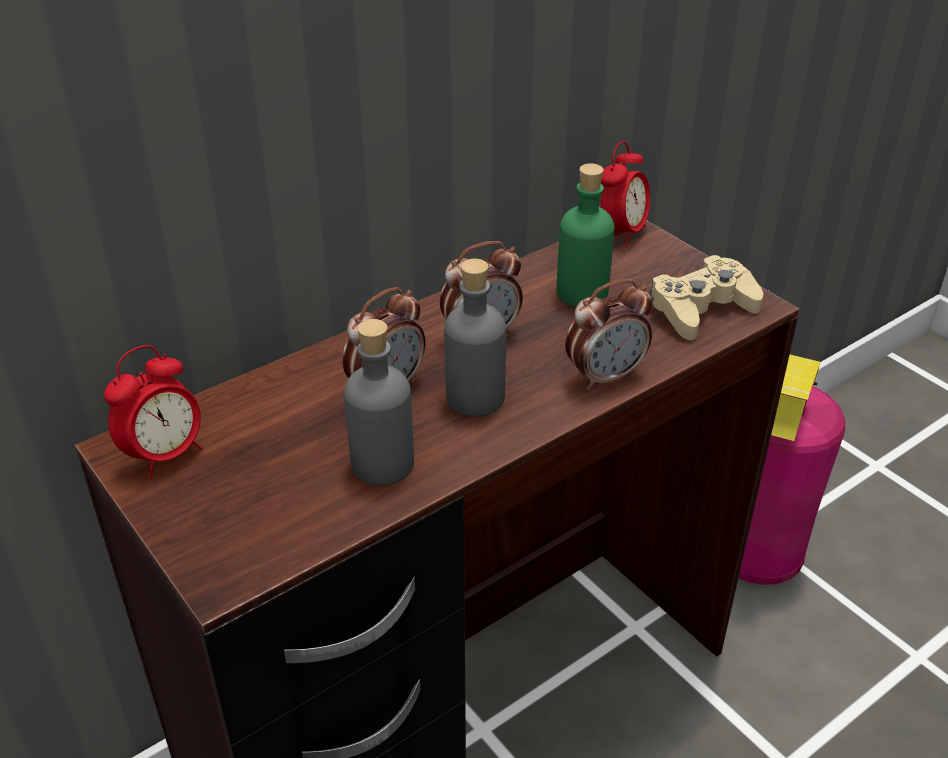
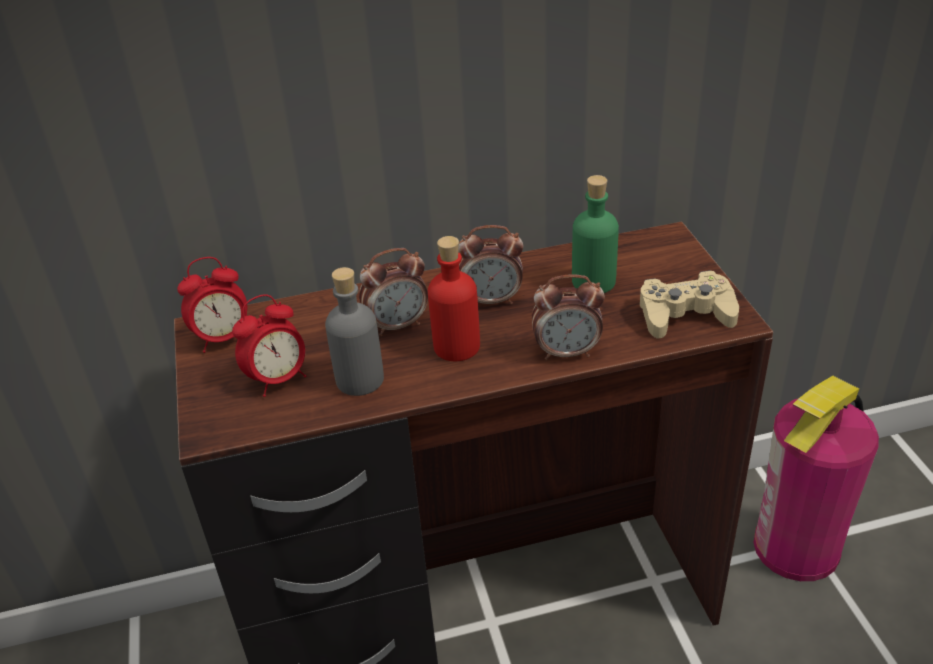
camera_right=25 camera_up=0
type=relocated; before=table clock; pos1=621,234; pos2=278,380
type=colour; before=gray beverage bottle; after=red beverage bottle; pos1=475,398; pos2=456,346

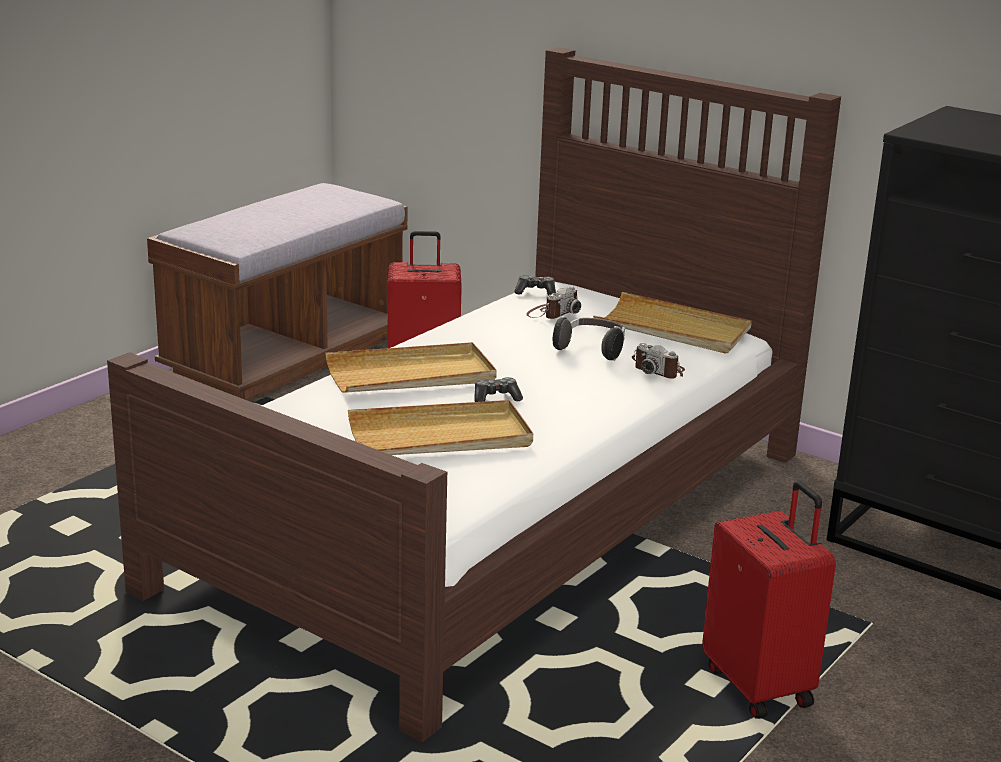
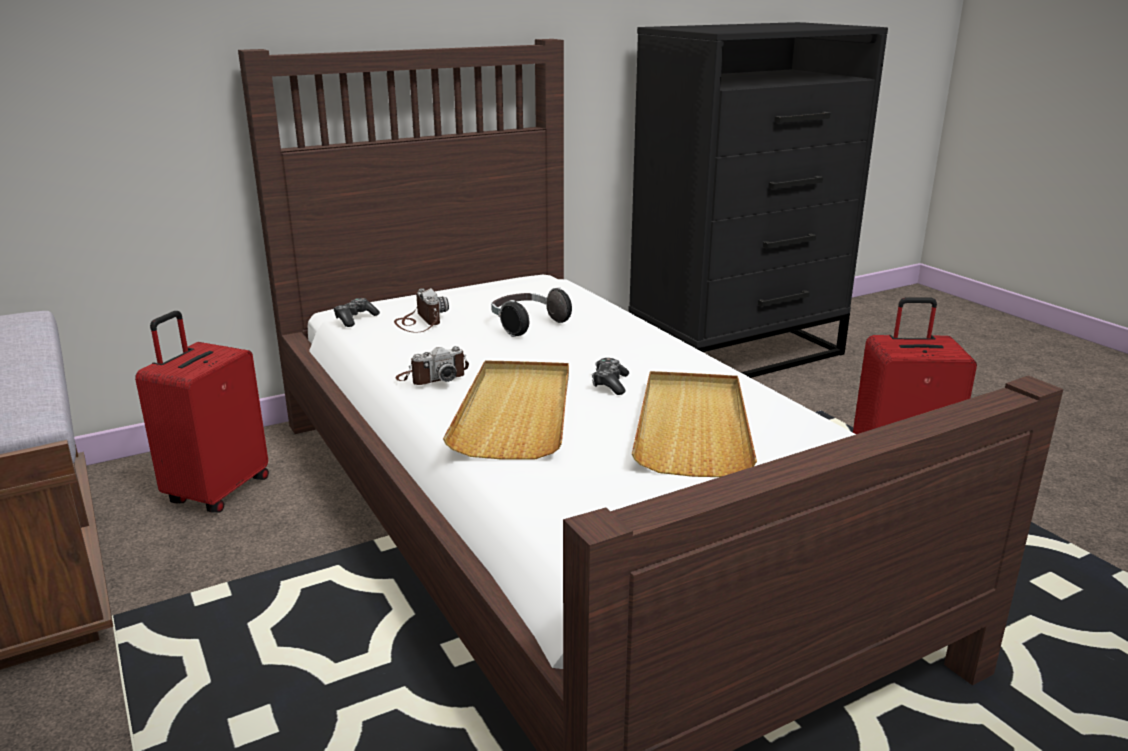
camera_right=-65 camera_up=0
type=missing; before=sand-coloured tray; pos1=673,329
type=relocated; before=photo camera; pos1=659,370; pos2=432,377

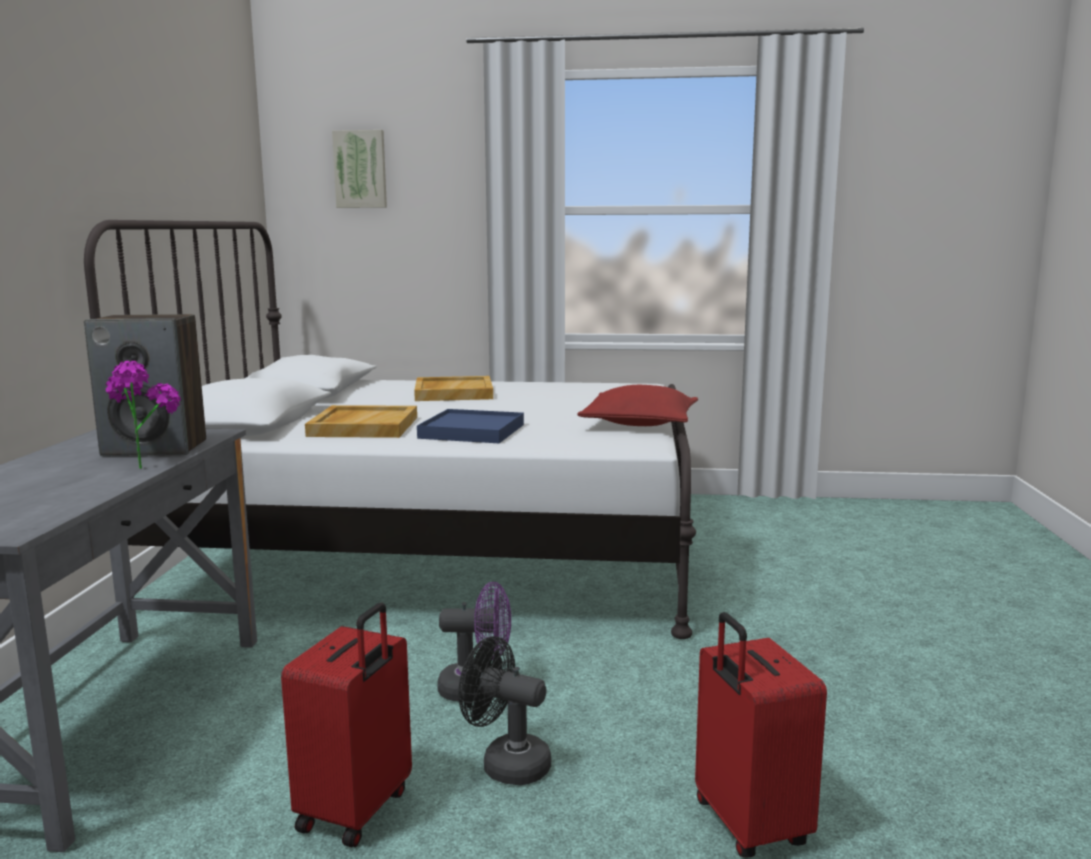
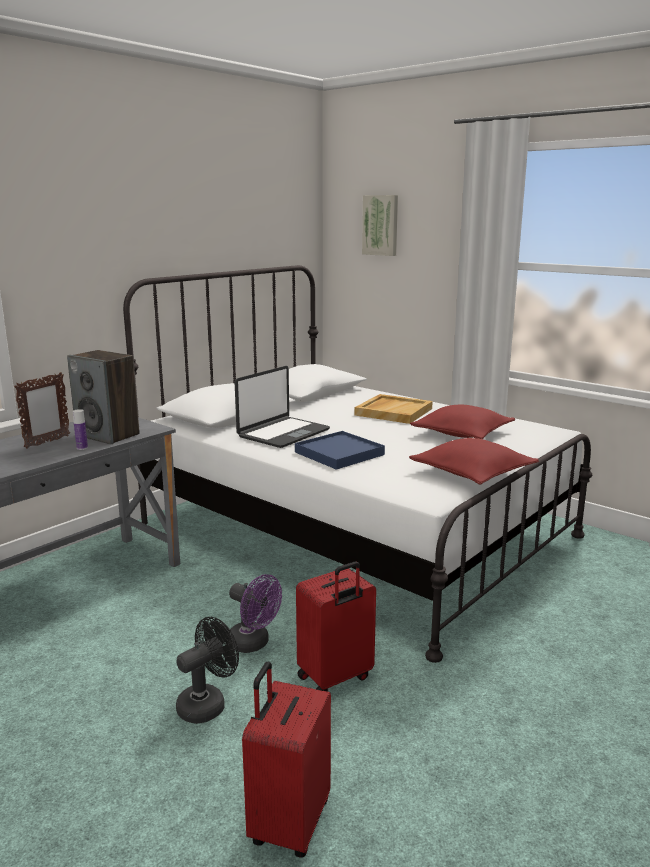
camera_right=35 camera_up=5
type=appeared; after=photo frame; pos2=47,442
type=appeared; after=red cushion; pos2=462,433
type=relocated; before=red piece of luggage; pos1=357,811; pos2=335,678
type=exchanged; before=houseplant; after=beverage bottle; pos1=146,465; pos2=82,448
type=exchanged; before=sand-coloured tray; after=notebook computer; pos1=363,426; pos2=283,433
type=spun; before=black-coloured electric fan; pos1=506,763; pos2=207,704; turn=75

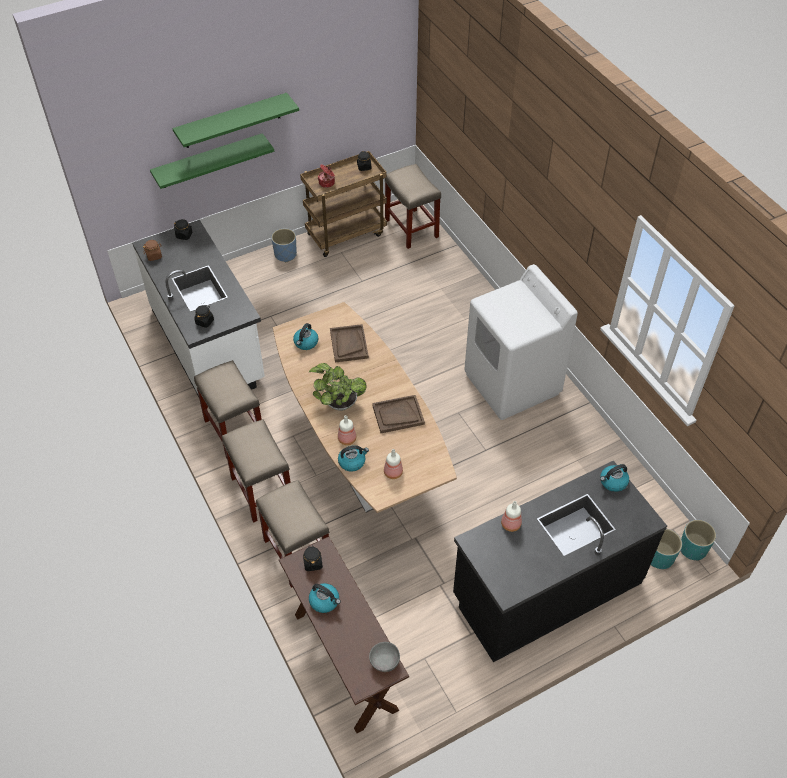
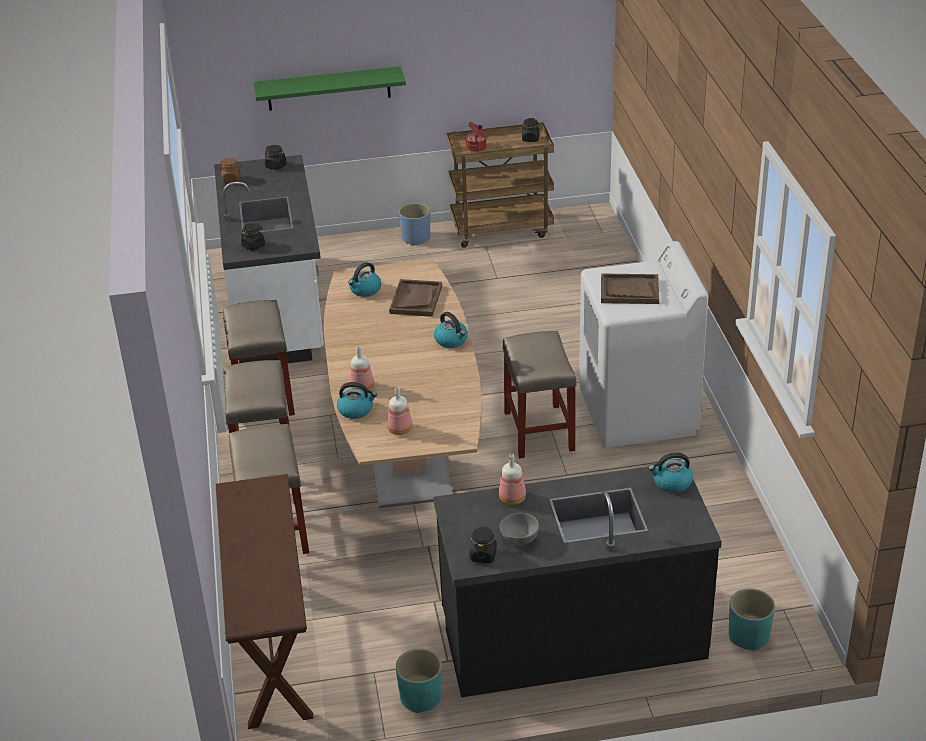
camera_right=20 camera_up=-15
type=missing; before=green-coloured wall shelf; pos1=232,121
type=missing; before=houseplant; pos1=338,403
type=relocated; before=black-coloured storage jar; pos1=313,563; pos2=483,555
type=relocated; before=kettle; pos1=325,601; pos2=451,340
type=relocated; before=gray deep dish; pos1=384,662; pos2=518,539
type=relocated; before=brown tray; pos1=398,415; pos2=629,291
type=relocated; before=sand-coloured stool seat; pos1=412,229; pos2=539,432
type=relocated; before=turquoise-coloured plant pot; pos1=693,549; pos2=420,698

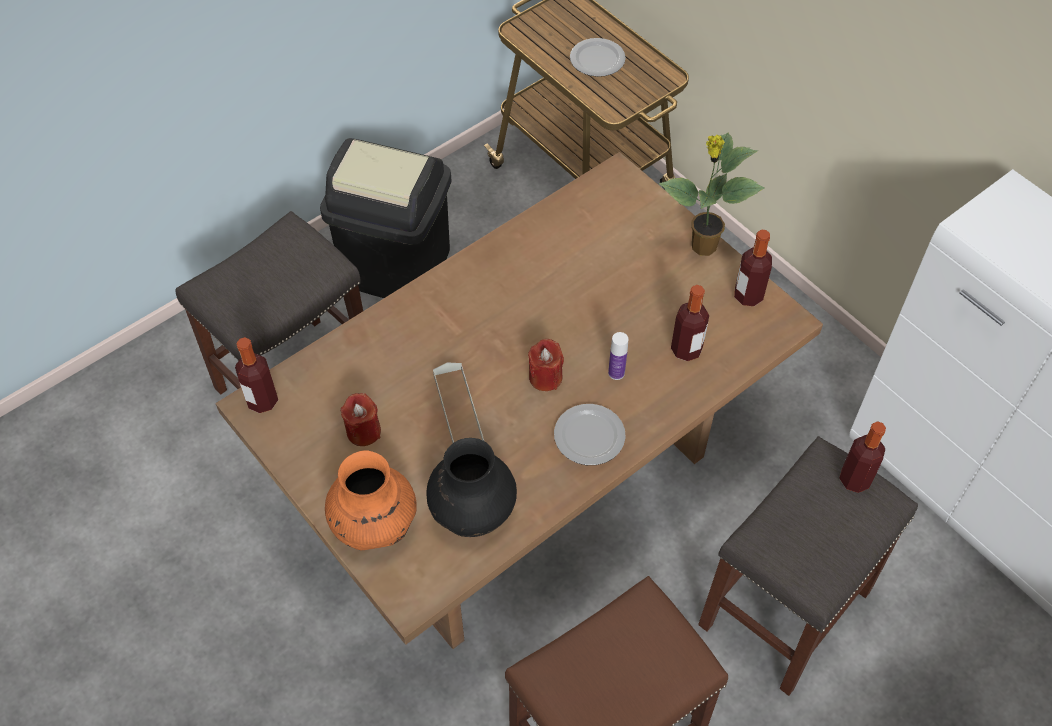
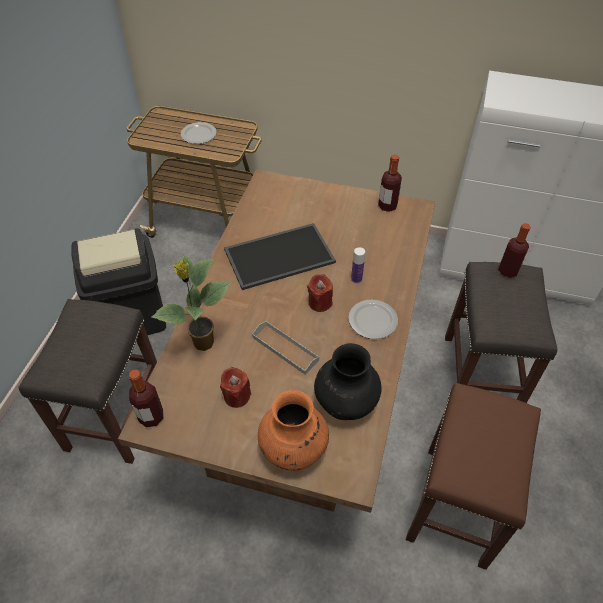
camera_right=-35 camera_up=-5
type=missing; before=beverage bottle; pos1=686,349
type=appeared; after=tray; pos2=280,255
type=relocated; before=houseplant; pos1=702,247; pos2=203,344

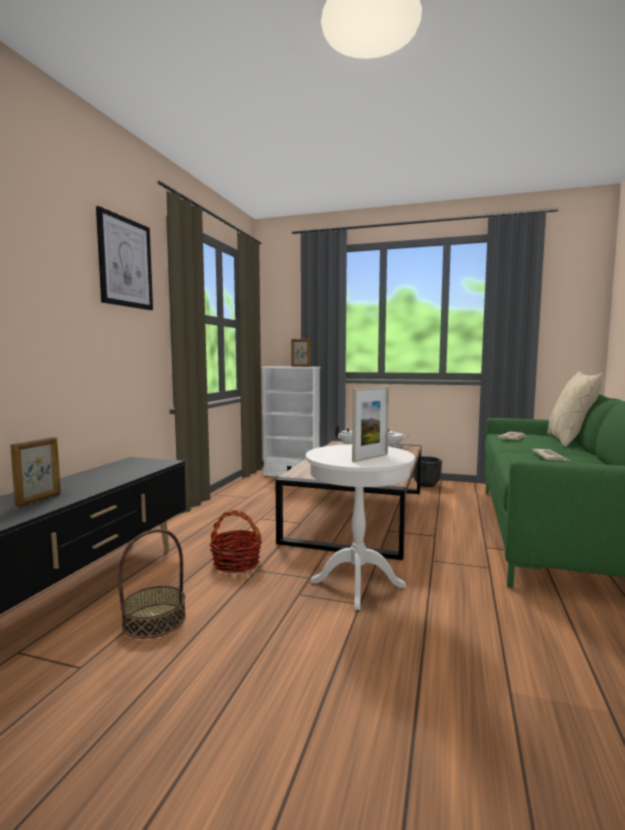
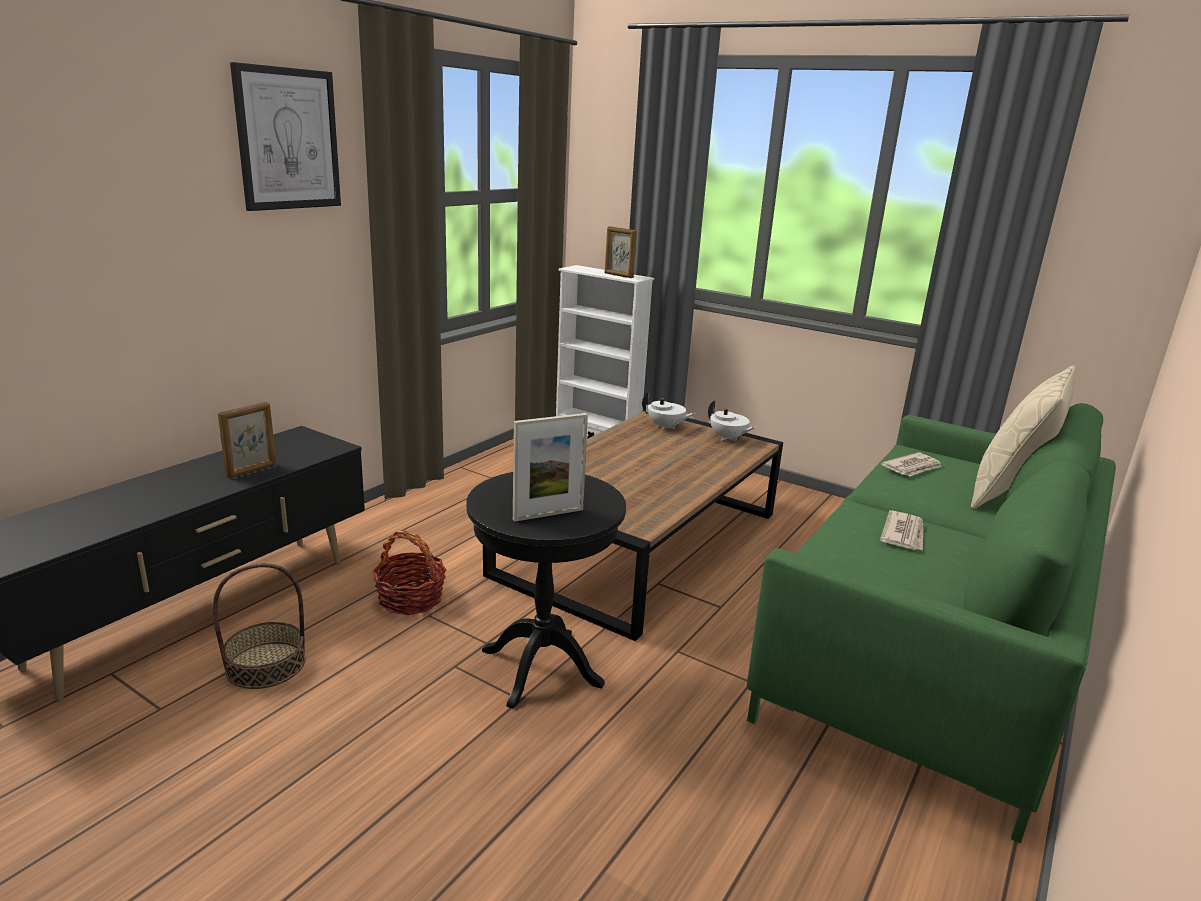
camera_right=15 camera_up=15
type=missing; before=black-coloured plant pot; pos1=426,484
type=relocated; before=photo frame; pos1=39,499; pos2=252,471
type=colour; before=white side table; after=black-coloured side table; pos1=357,584; pos2=541,667

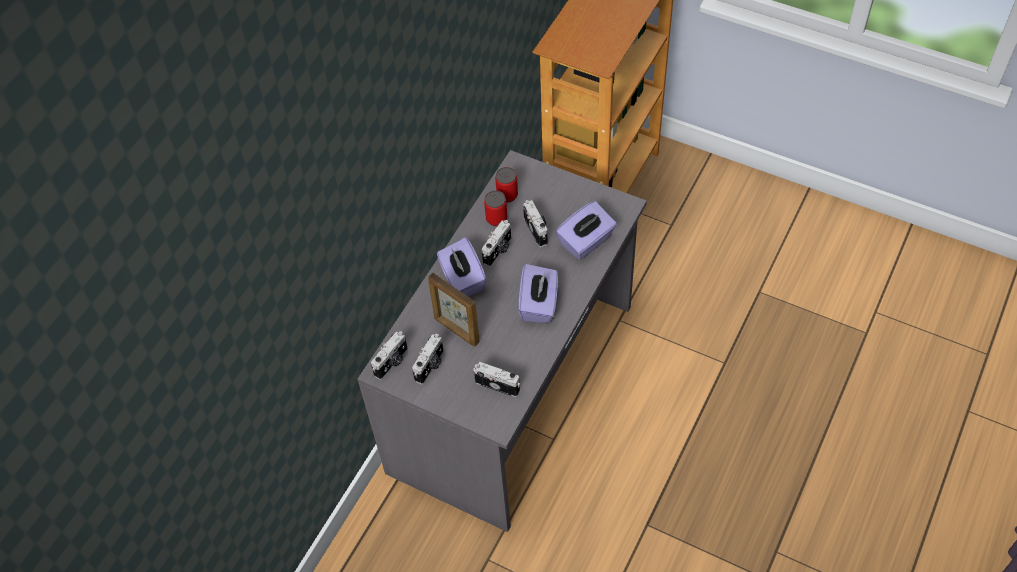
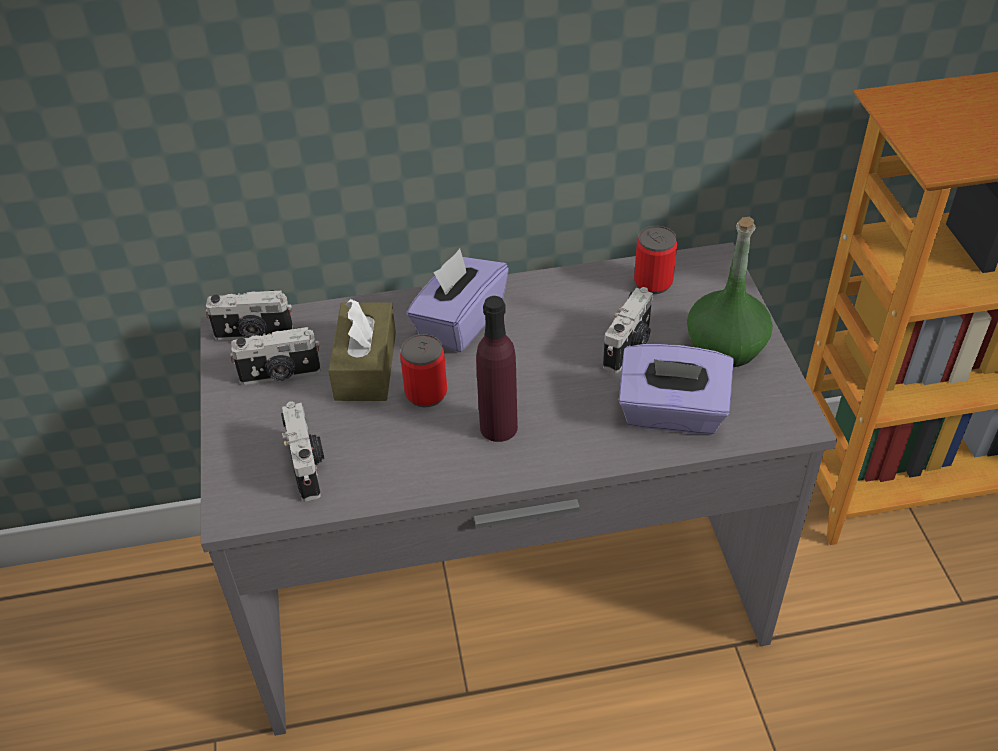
camera_right=50 camera_up=-10
type=missing; before=photo camera; pos1=498,251
type=appeared; after=green-coloured beverage bottle; pos2=725,346
type=relocated; before=can; pos1=496,218; pos2=426,393
type=exchanged; before=photo frame; after=brown tissue holder; pos1=456,330; pos2=365,366
type=exchanged; before=purple tissue holder; after=purple beverage bottle; pos1=539,304; pos2=498,427

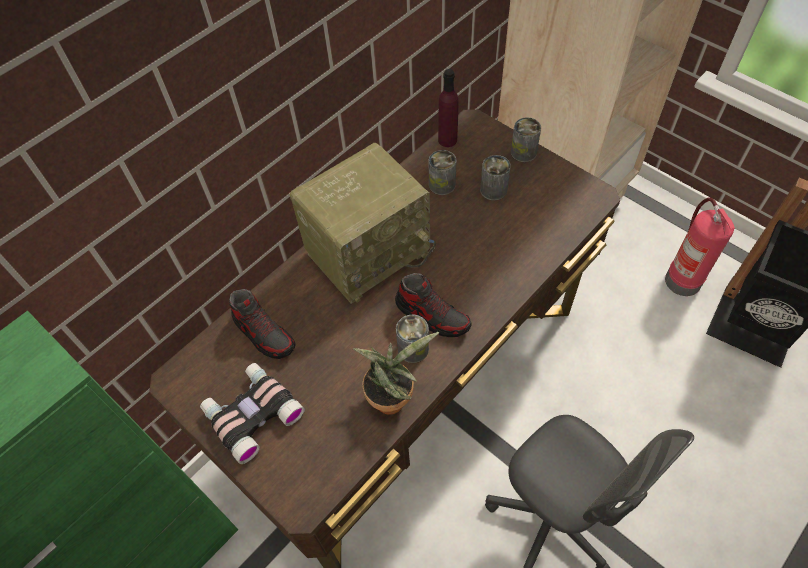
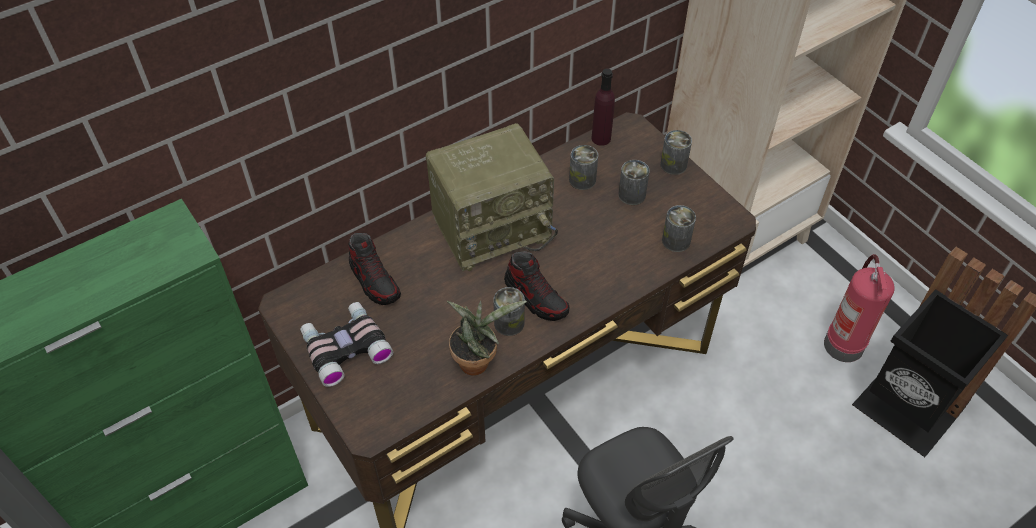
camera_right=10 camera_up=-5
type=appeared; after=can; pos2=676,241

